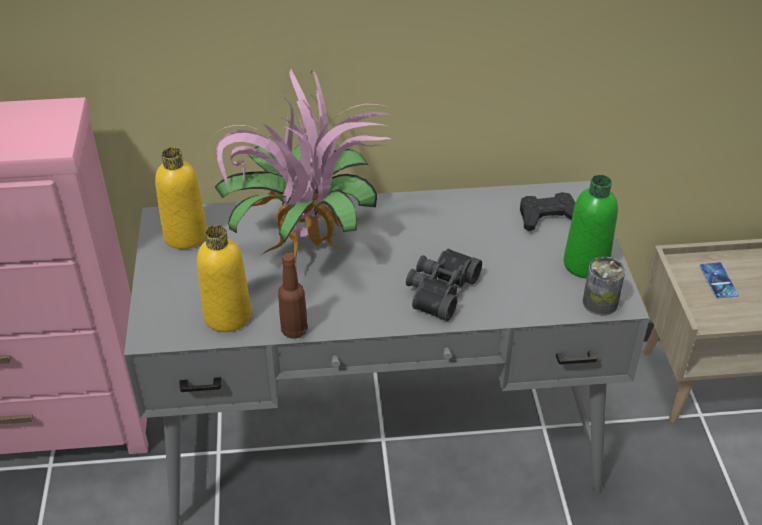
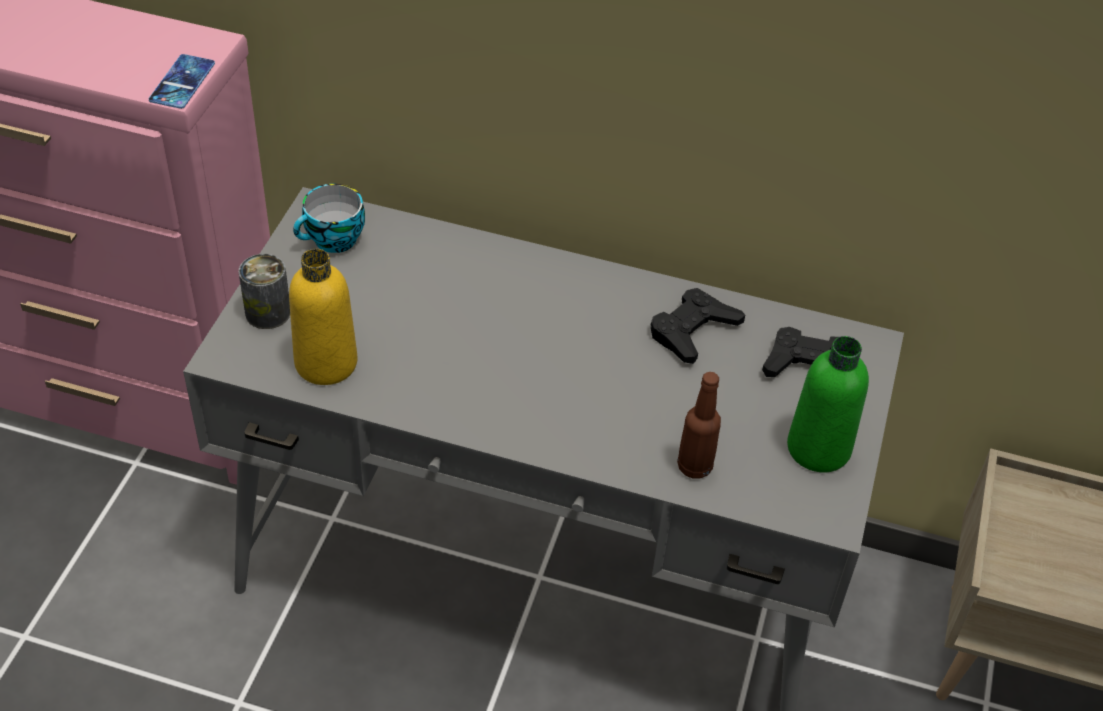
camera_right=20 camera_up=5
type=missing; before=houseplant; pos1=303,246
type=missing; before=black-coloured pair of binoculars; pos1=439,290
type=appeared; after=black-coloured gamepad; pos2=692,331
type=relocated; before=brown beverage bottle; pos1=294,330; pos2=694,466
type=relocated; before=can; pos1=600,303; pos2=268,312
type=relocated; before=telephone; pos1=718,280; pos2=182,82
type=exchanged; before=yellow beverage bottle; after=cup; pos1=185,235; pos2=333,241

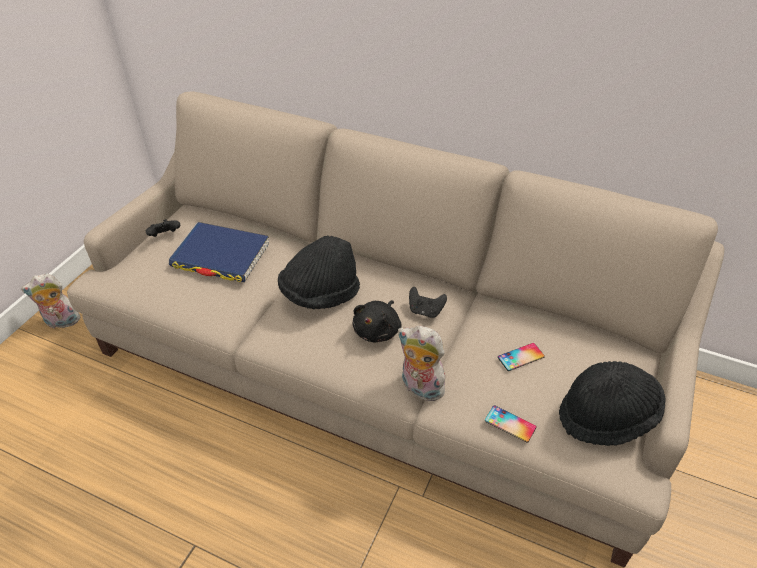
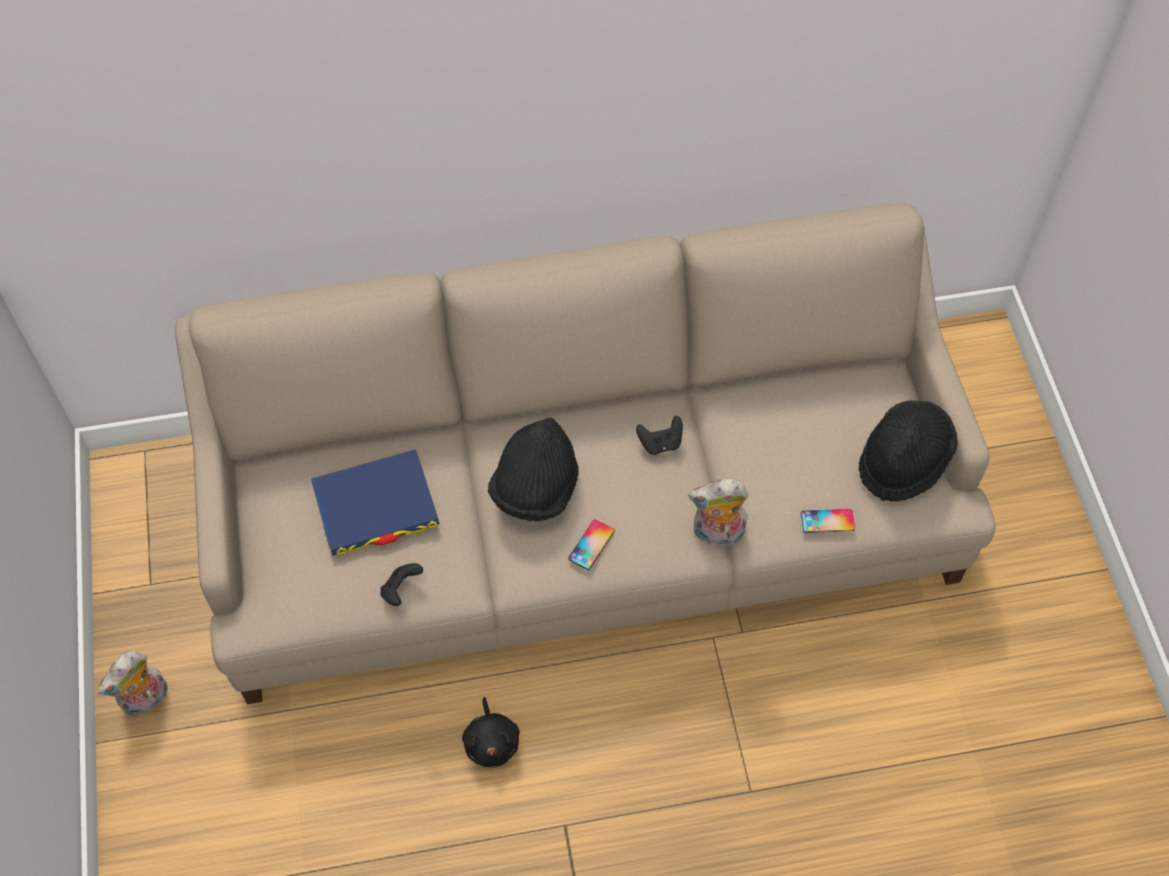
camera_right=-35 camera_up=15
type=relocated; before=black-coloured gamepad; pos1=165,236; pos2=401,590
type=relocated; before=black-coloured plush toy; pos1=378,330; pos2=492,742
type=relocated; before=telephone; pos1=521,357; pos2=591,545

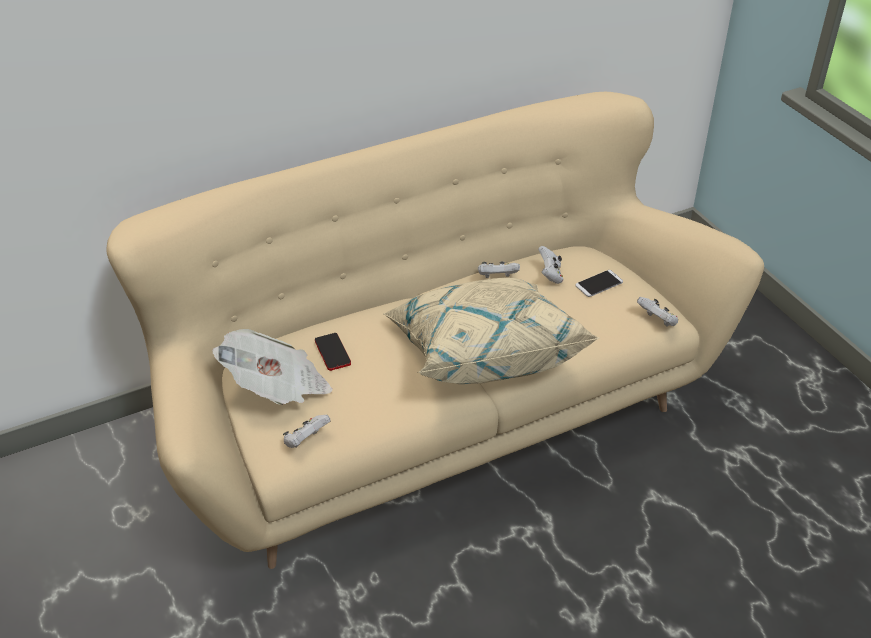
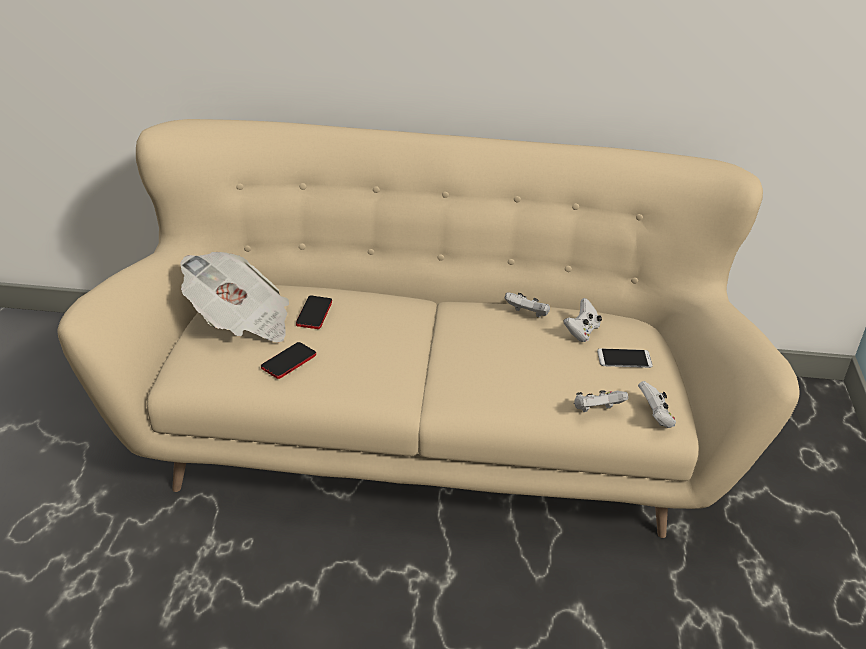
camera_right=30 camera_up=-5
type=missing; before=sand-coloured cushion; pos1=483,353
type=appeared; after=telephone; pos2=288,361
type=relocated; before=white gamepad; pos1=306,441; pos2=596,411

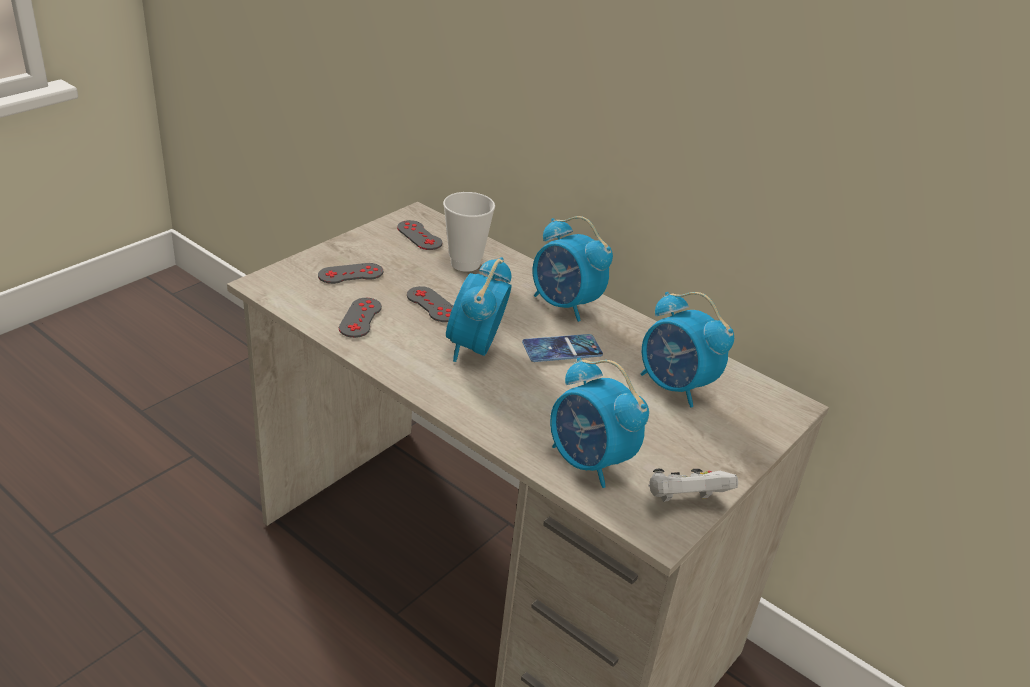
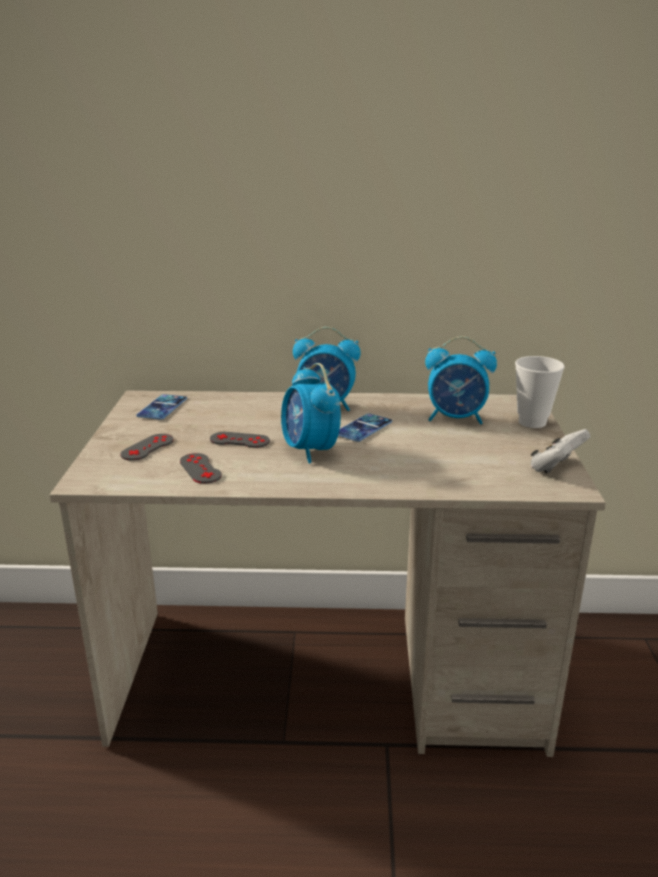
camera_right=-35 camera_up=-10
type=missing; before=table clock; pos1=589,462
type=relocated; before=cup; pos1=465,263; pos2=532,422
type=exchanged; before=gray gamepad; after=telephone; pos1=419,235; pos2=162,407

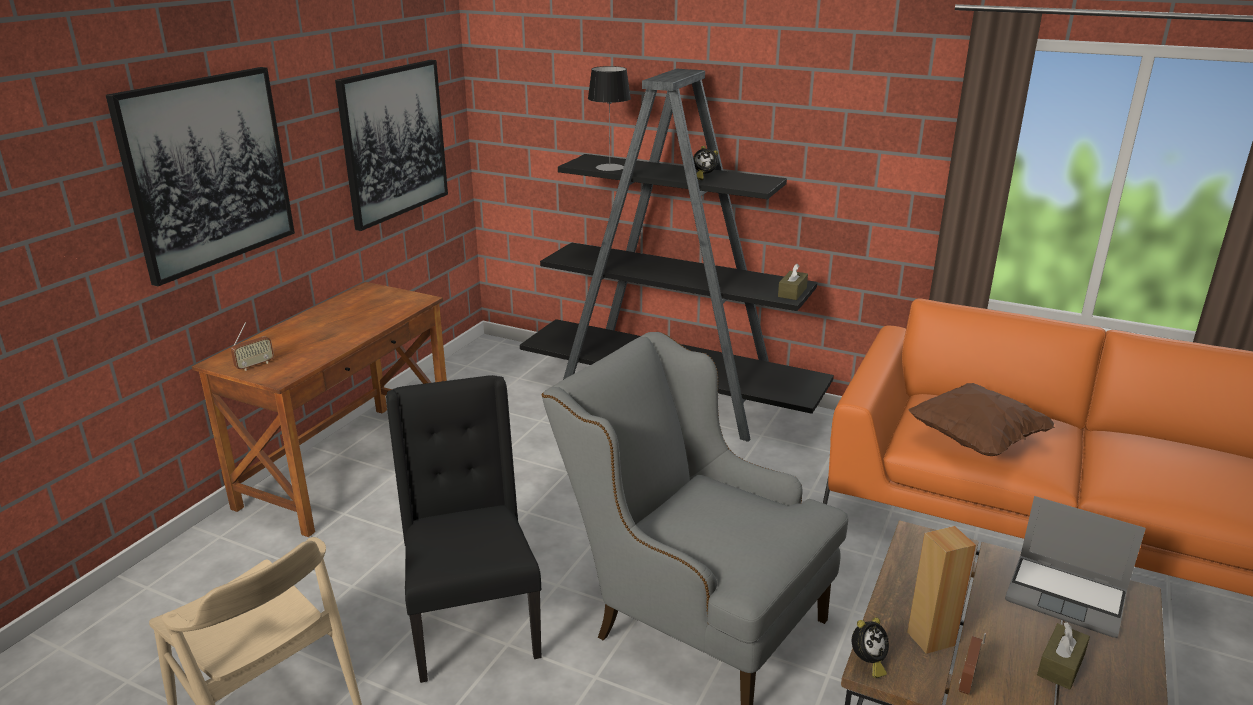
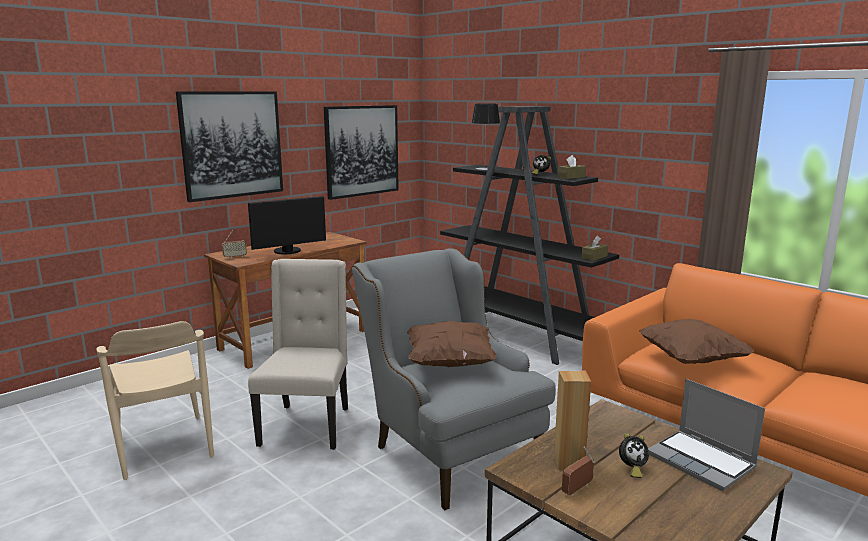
camera_right=20 camera_up=-10
type=appeared; after=monitor; pos2=288,251
type=appeared; after=brown cushion; pos2=450,363
type=relocated; before=table clock; pos1=867,663; pos2=631,469
type=relocated; before=brown tissue holder; pos1=1061,665; pos2=571,177
type=colour; before=black-coloured upright chair; after=sand-coloured upright chair; pos1=472,625; pos2=307,425

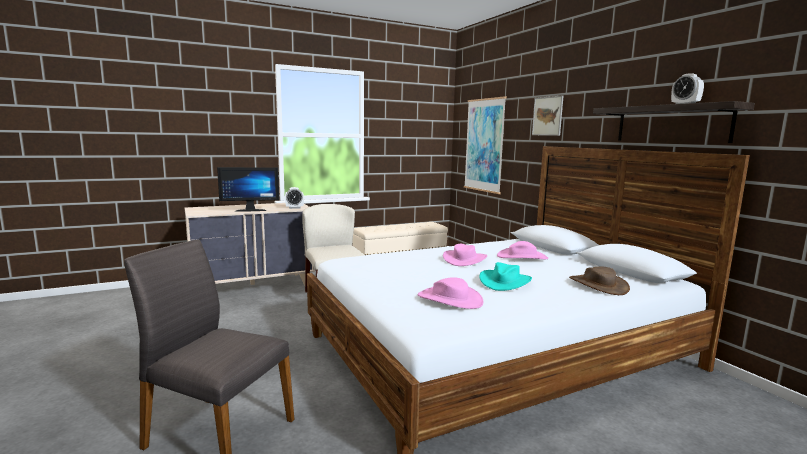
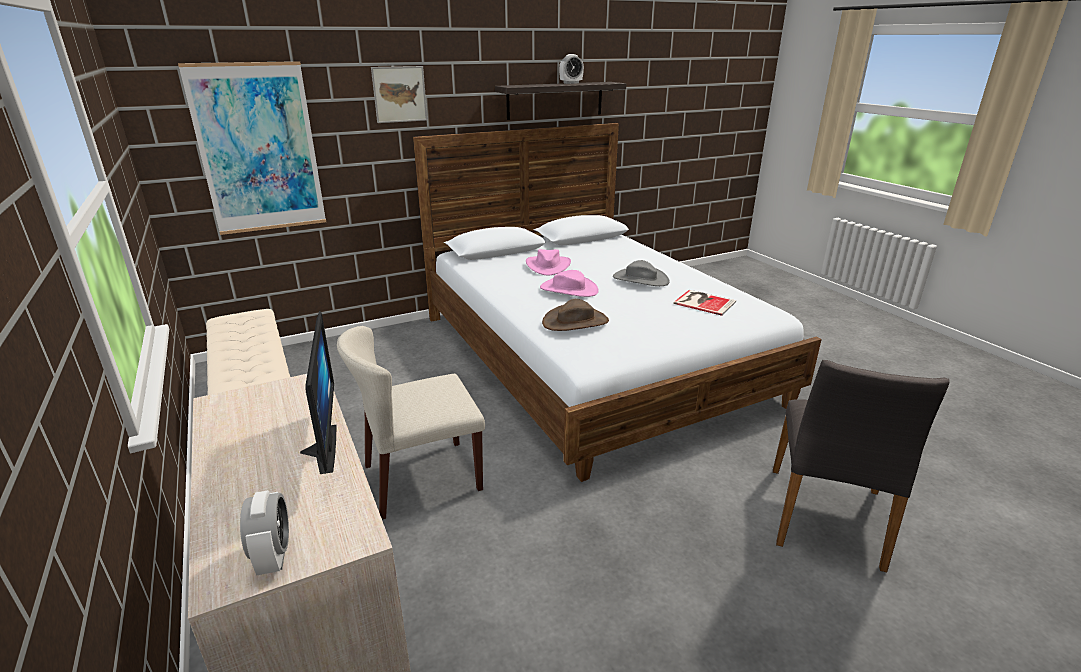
camera_right=-90 camera_up=15
type=relocated; before=table clock; pos1=294,208; pos2=273,556
type=relocated; before=brown wearable hat; pos1=598,285; pos2=575,322
type=exchanged; before=pinkish wearable hat; after=bound book; pos1=450,299; pos2=703,302
type=colour; before=turquoise-coloured wearable hat; after=gray wearable hat; pos1=504,282; pos2=640,279

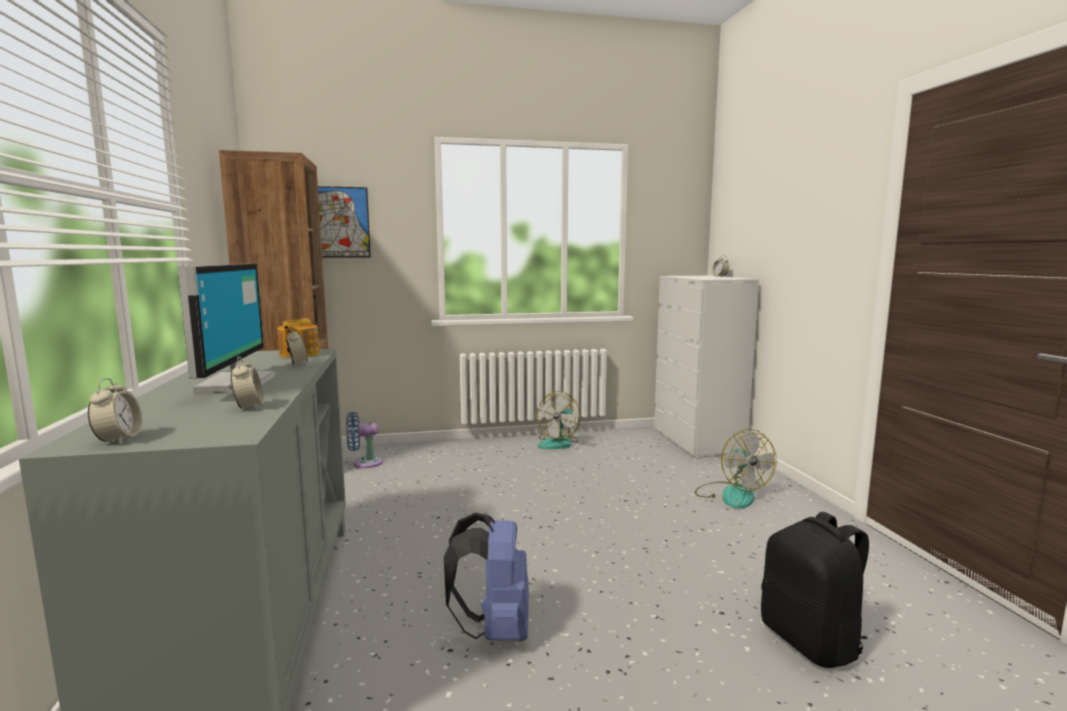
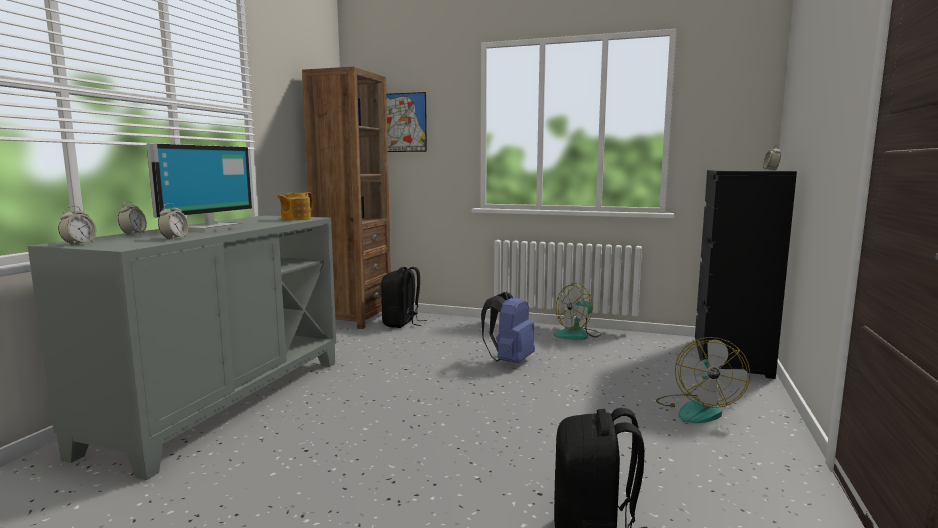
camera_right=30 camera_up=0
type=relocated; before=table clock; pos1=298,364; pos2=133,234
type=relocated; before=bluish knapsack; pos1=495,629; pos2=509,361
type=exchanged; before=bluish electric fan; after=black-coloured knapsack; pos1=364,463; pos2=402,323
type=colour; before=white dresser; after=black-coloured dresser; pos1=697,441; pos2=731,357

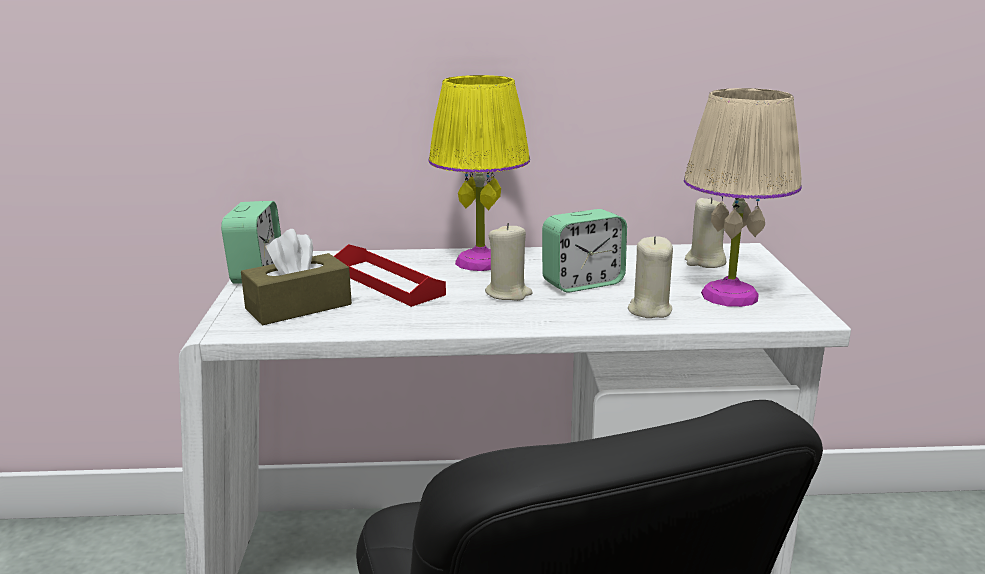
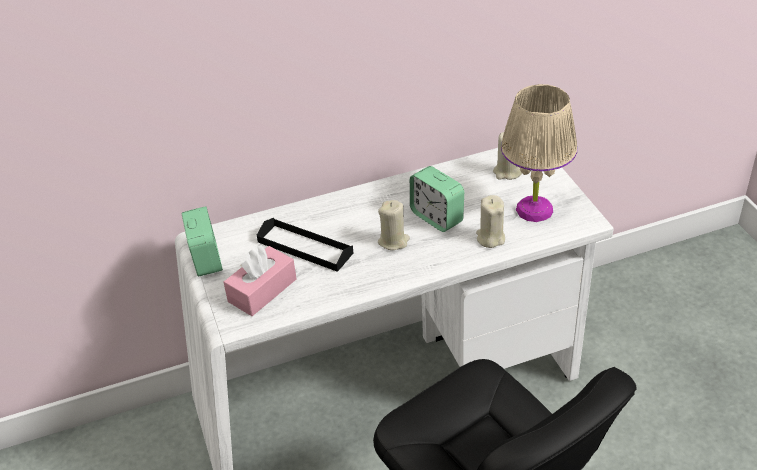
camera_right=-15 camera_up=20
type=missing; before=yellow lamp for a table; pos1=480,262
type=colour; before=brown tissue holder; after=pinkish tissue holder; pos1=298,307; pos2=262,290
type=colour; before=red tray; after=black-coloured tray; pos1=387,282; pos2=305,247
type=spun; before=table clock; pos1=582,283; pos2=437,217; turn=90

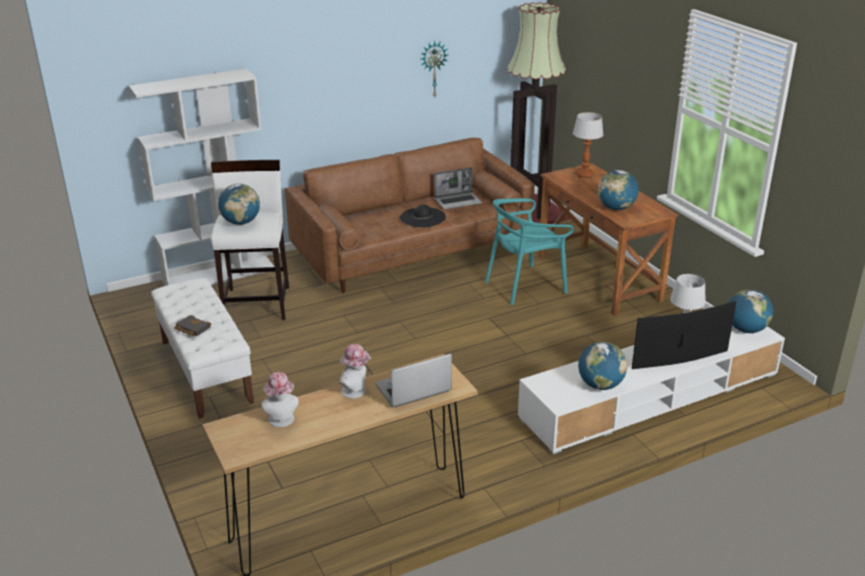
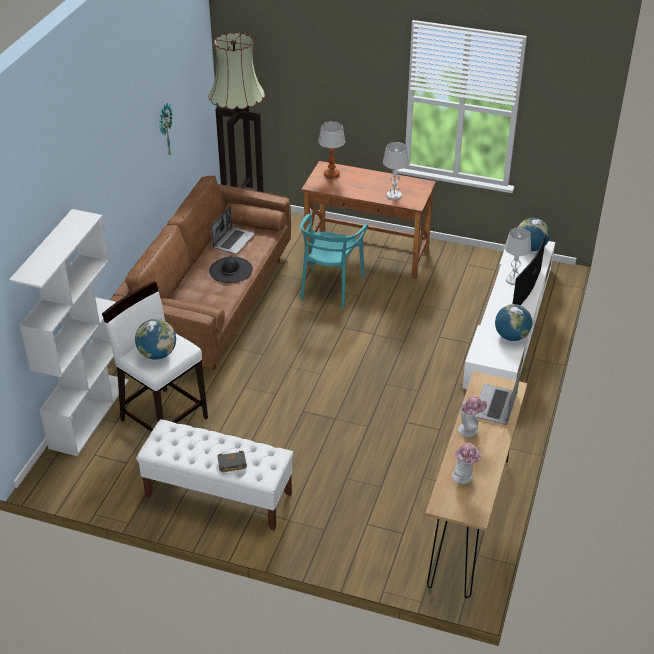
camera_right=-45 camera_up=10
type=exchanged; before=world globe; after=white lamp for a table; pos1=616,208; pos2=394,196

